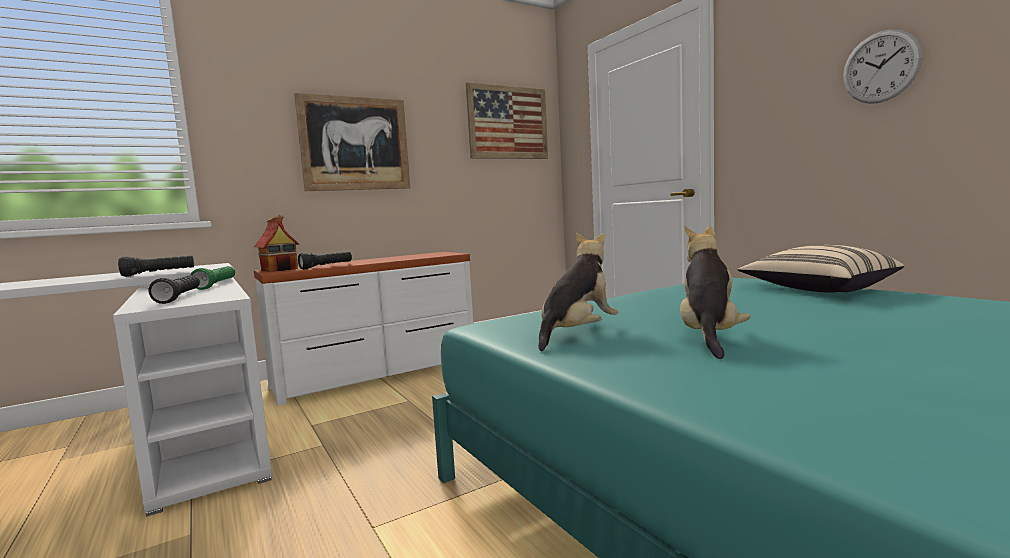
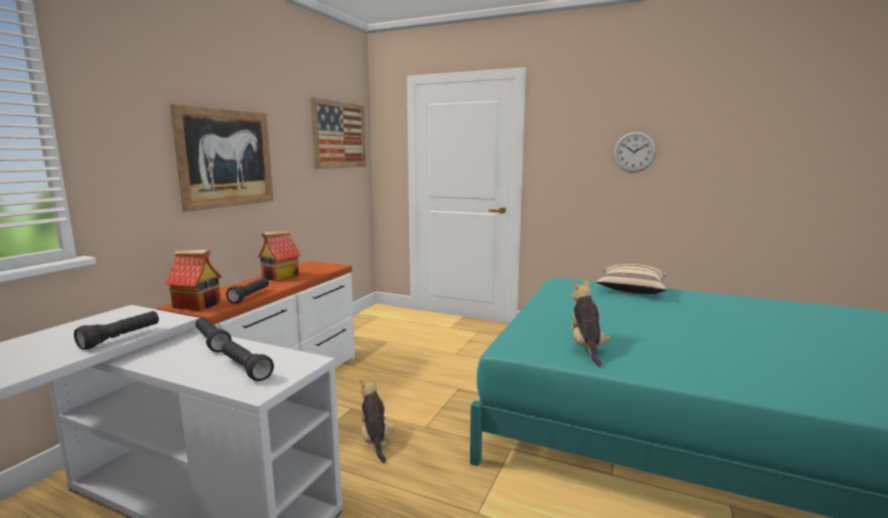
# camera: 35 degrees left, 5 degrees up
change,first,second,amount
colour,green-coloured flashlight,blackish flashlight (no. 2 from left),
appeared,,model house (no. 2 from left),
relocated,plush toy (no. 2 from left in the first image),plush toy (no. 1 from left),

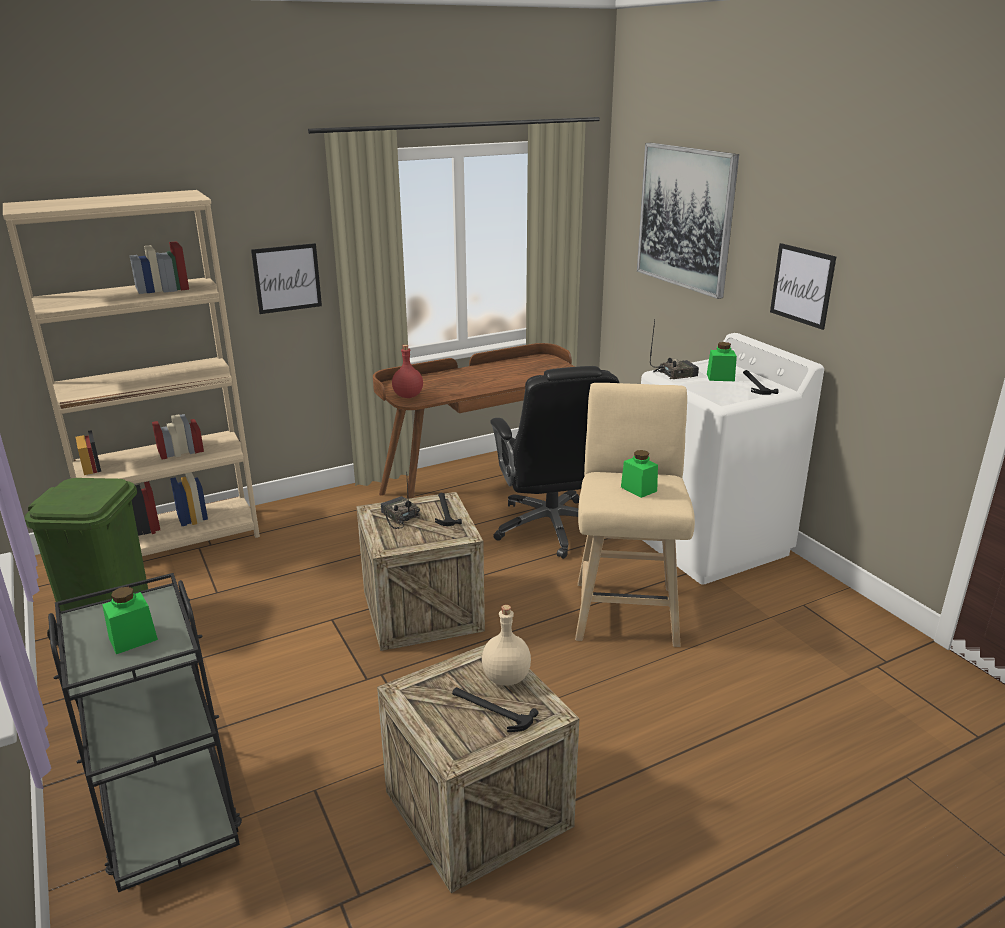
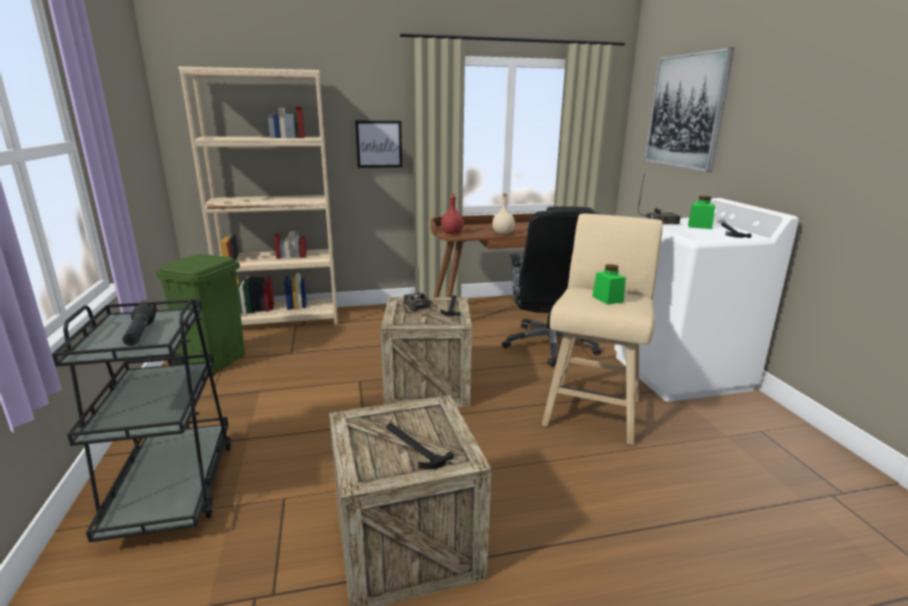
# camera: 15 degrees right, 5 degrees down
change,first,second,amount
exchanged,green-coloured storage jar (no. 1 from left),blackish flashlight,
relocated,beige-coloured beverage bottle,,
missing,wall picture (no. 3 from left),,

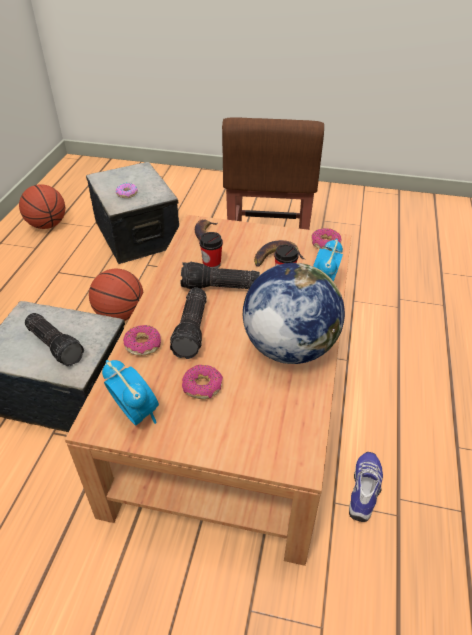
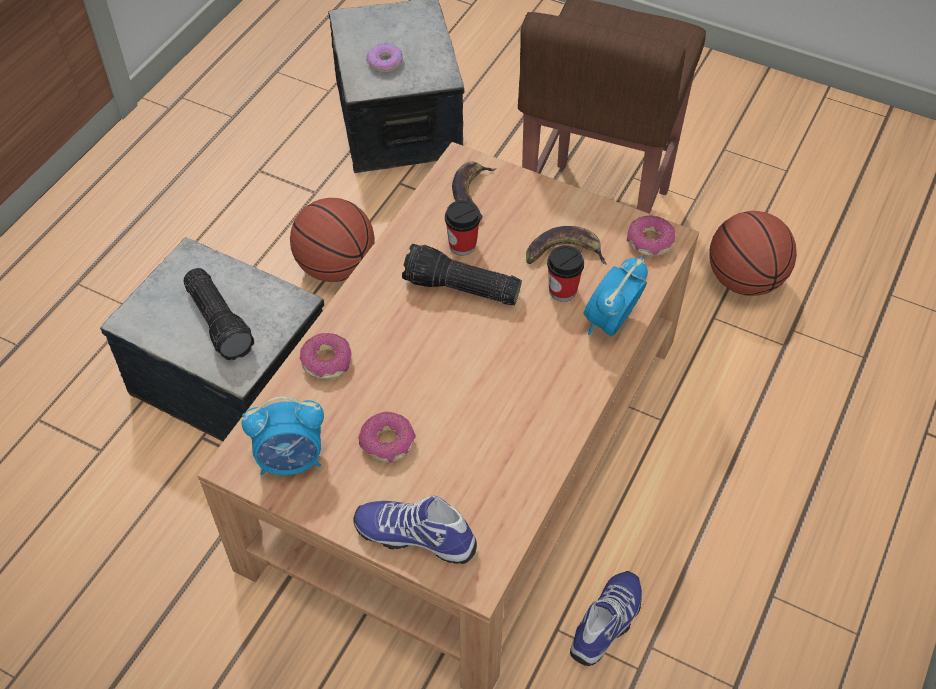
# camera: 15 degrees right, 10 degrees up
change,first,second,amount
spun,bedside clock (no. 1 from left),,105 degrees clockwise
appeared,,item of footwear (no. 1 from left),
relocated,basketball ball (no. 1 from left in the first image),basketball ball (no. 2 from left),
missing,flashlight (no. 2 from left),,
missing,globe,,

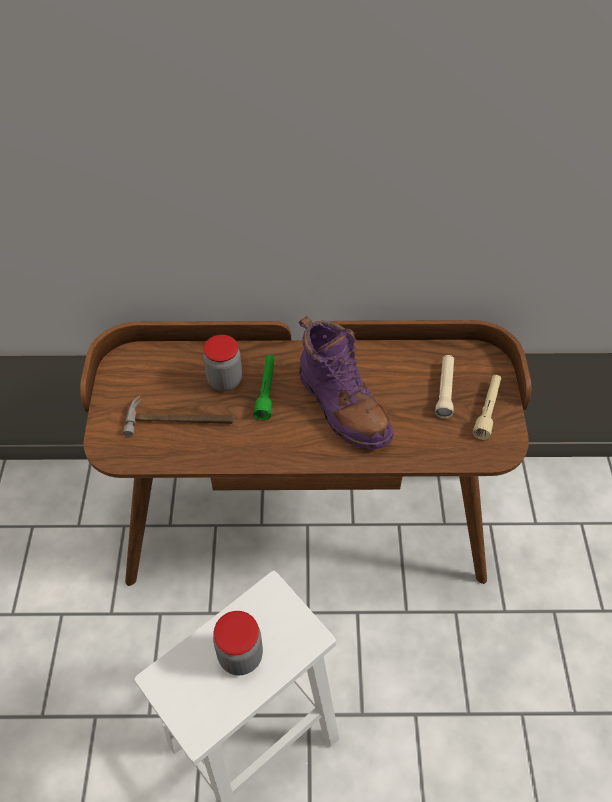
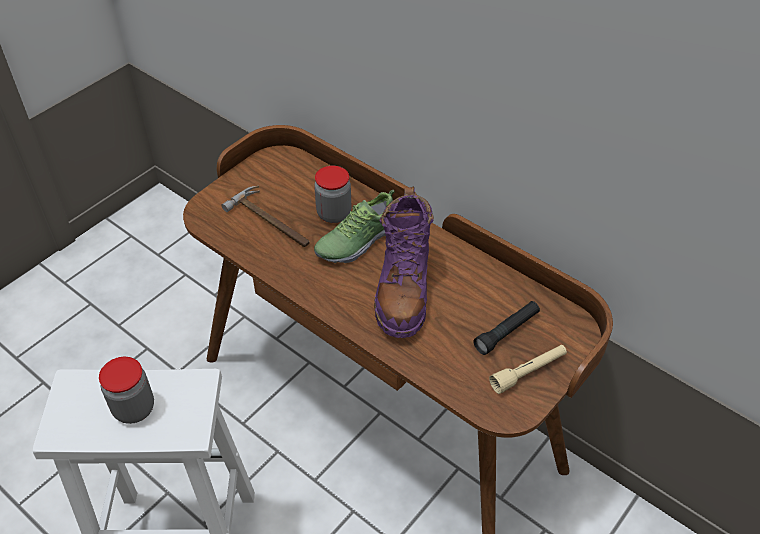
# camera: 40 degrees right, 5 degrees down
change,first,second,amount
exchanged,green-coloured flashlight,item of footwear,
colour,beige-coloured flashlight (no. 1 from left),blackish flashlight,

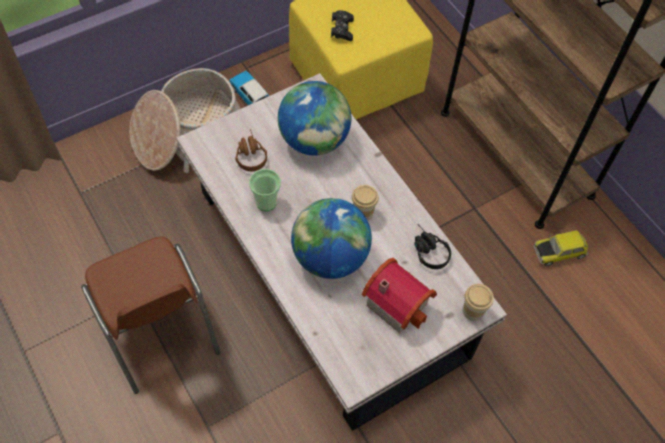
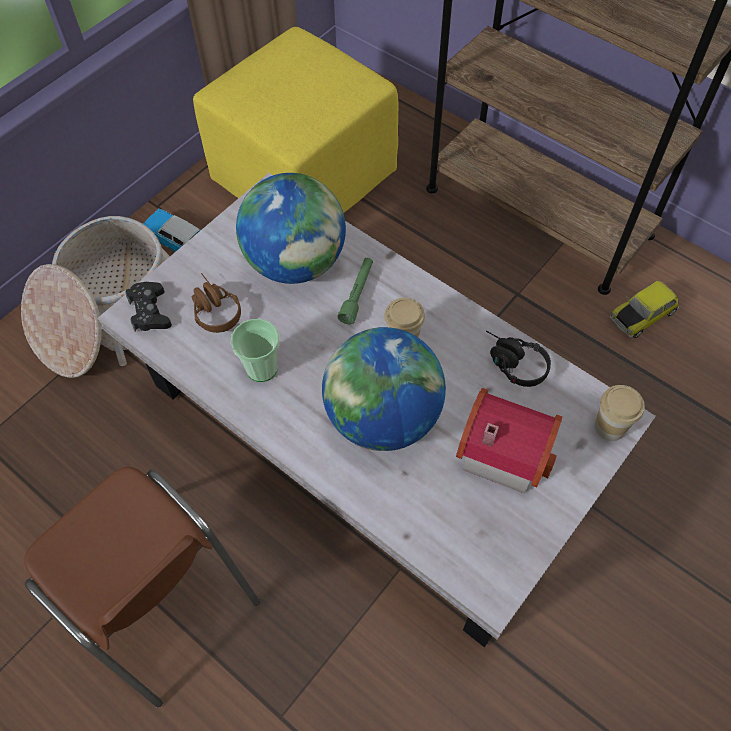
# camera: 15 degrees left, 0 degrees up
change,first,second,amount
relocated,blackish joypad,,
appeared,,green-coloured flashlight,

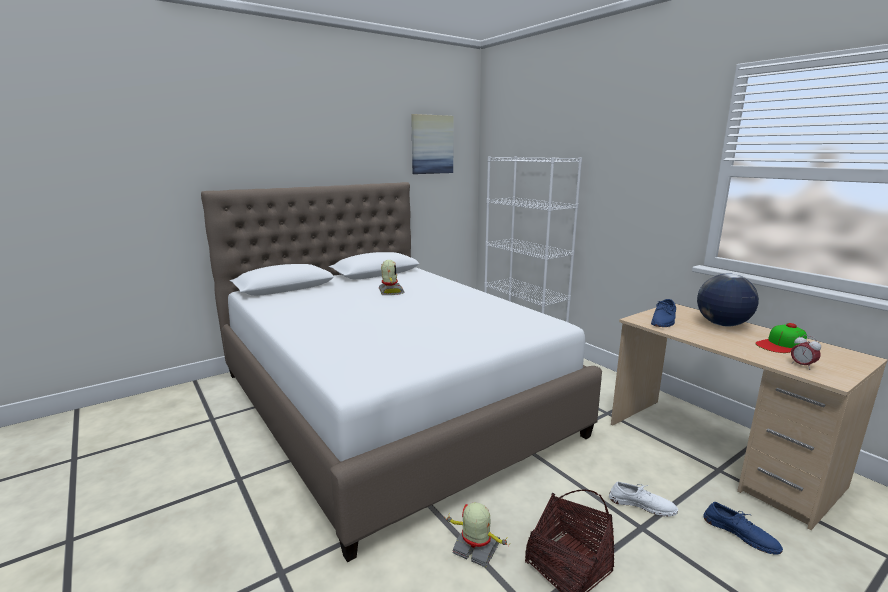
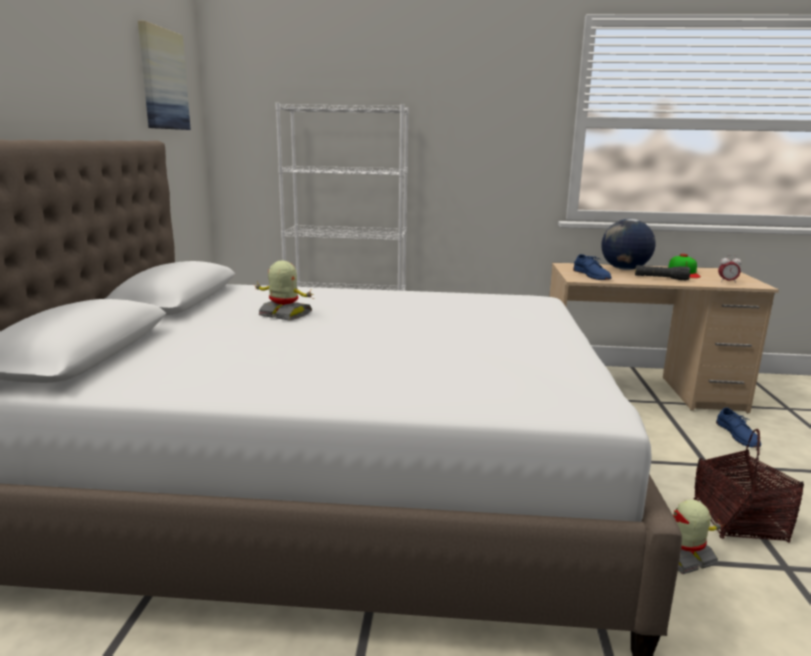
# camera: 50 degrees left, 0 degrees up
change,first,second,amount
appeared,,blackish flashlight,
spun,bluish item of footwear (no. 2 from left),,90 degrees clockwise
missing,whitish item of footwear,,

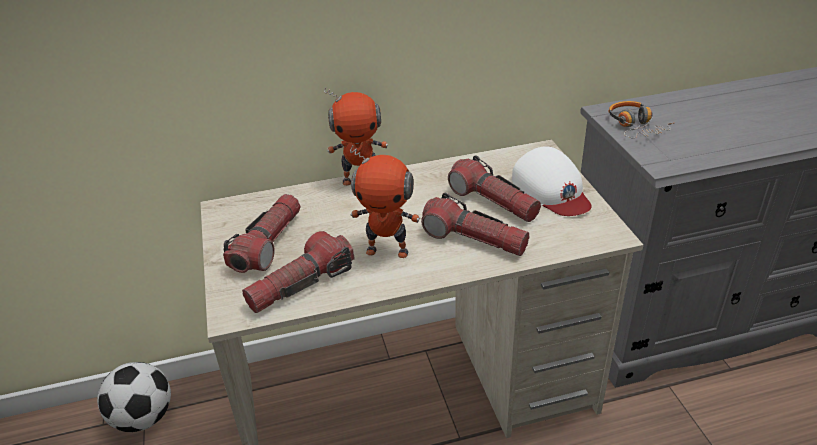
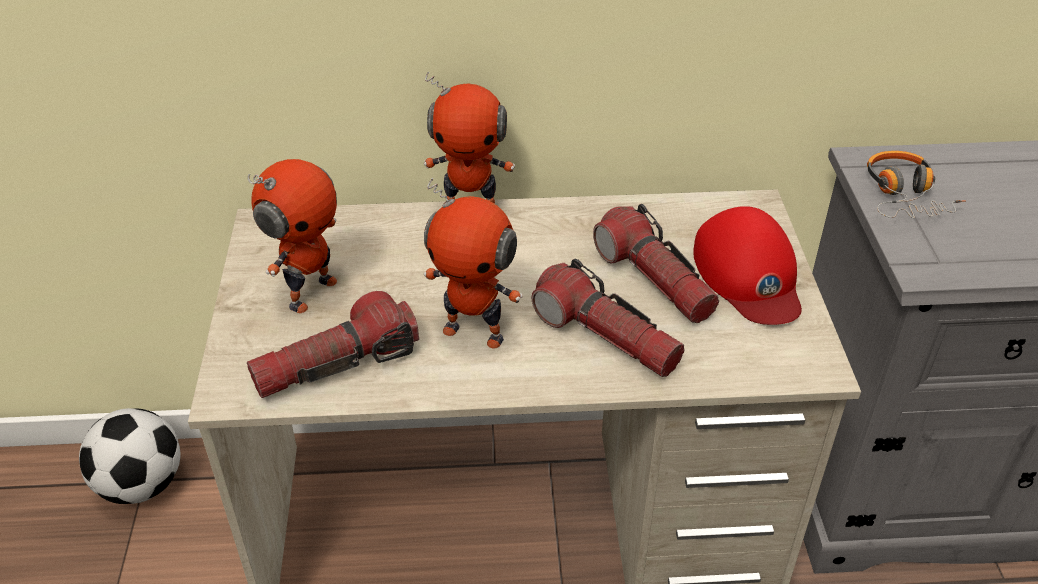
# camera: 10 degrees right, 5 degrees up
change,first,second,amount
exchanged,flashlight (no. 1 from left),robot figure (no. 1 from left),
colour,whitish peaked cap,red peaked cap,

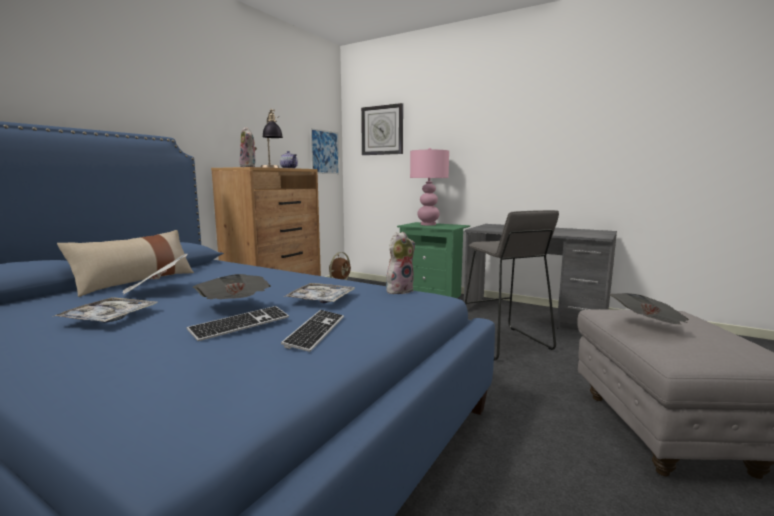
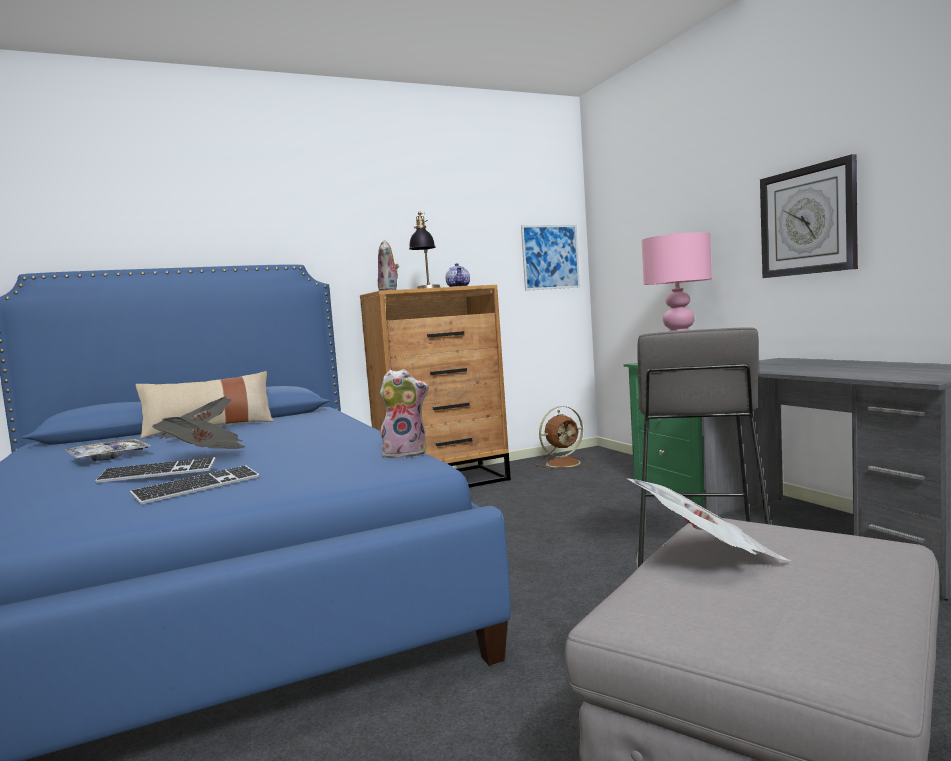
# camera: 35 degrees right, 5 degrees down
change,first,second,amount
relocated,clock on the wall,,
missing,tray (no. 2 from left),,

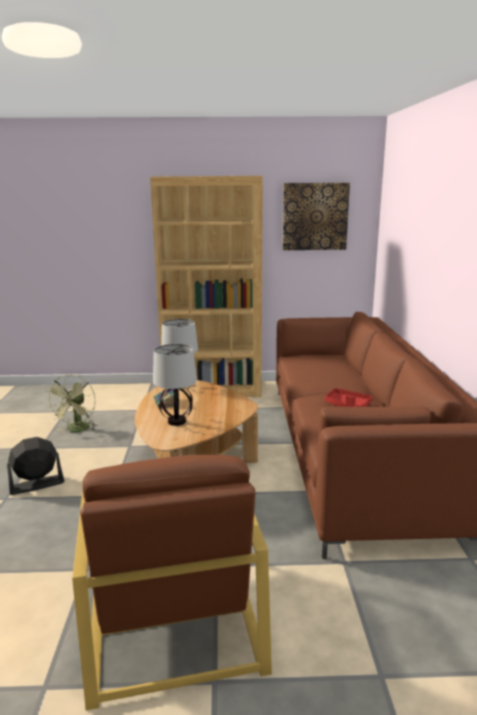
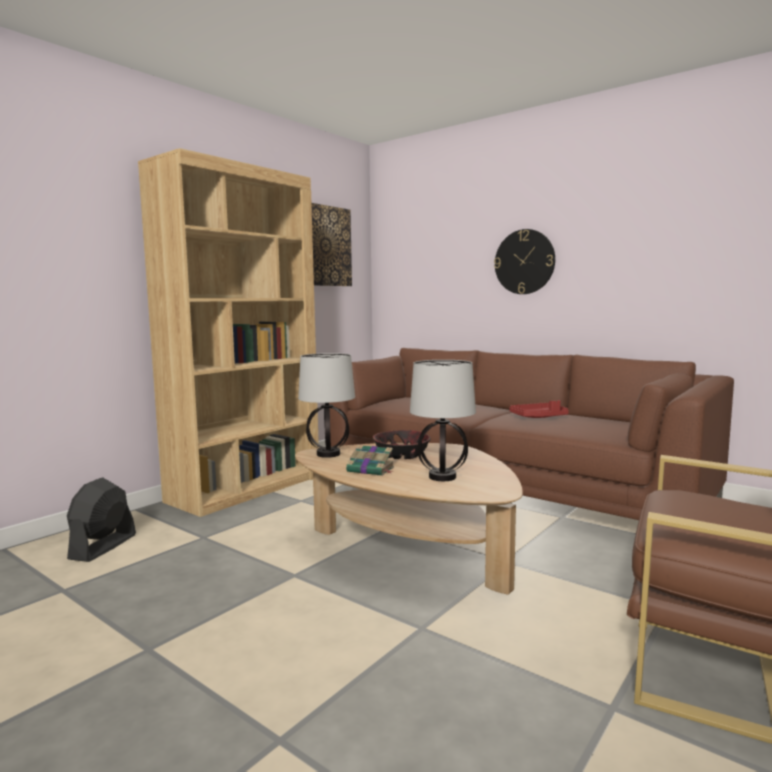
# camera: 50 degrees left, 10 degrees down
change,first,second,amount
relocated,blackish electric fan,,
appeared,,bowl,
appeared,,clock on the wall,
missing,green-coloured electric fan,,

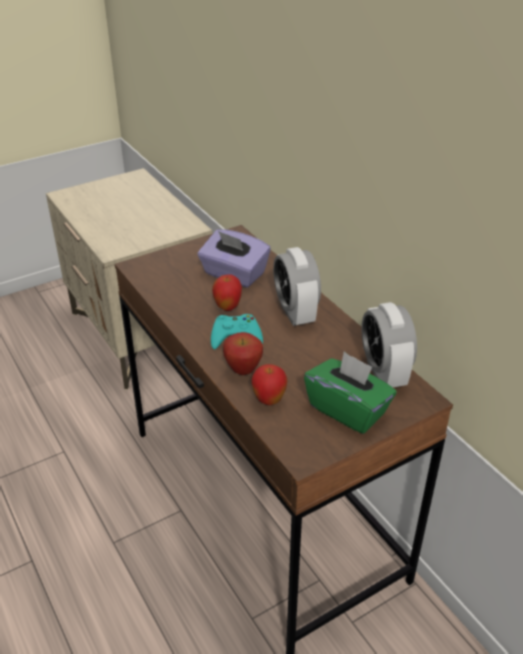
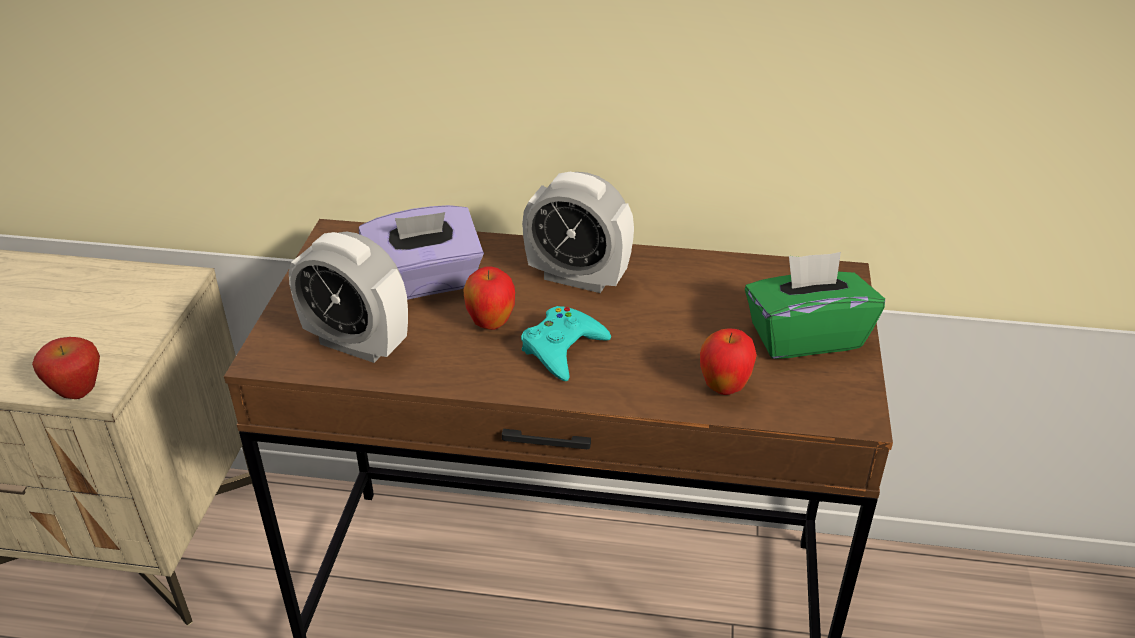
# camera: 50 degrees left, 0 degrees up
change,first,second,amount
relocated,apple (no. 2 from left in the first image),apple (no. 1 from left),
relocated,bedside clock (no. 2 from left in the first image),bedside clock (no. 1 from left),

